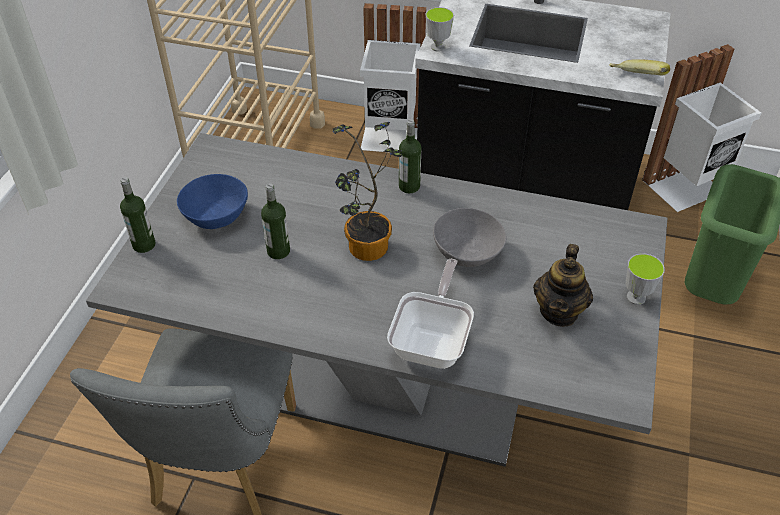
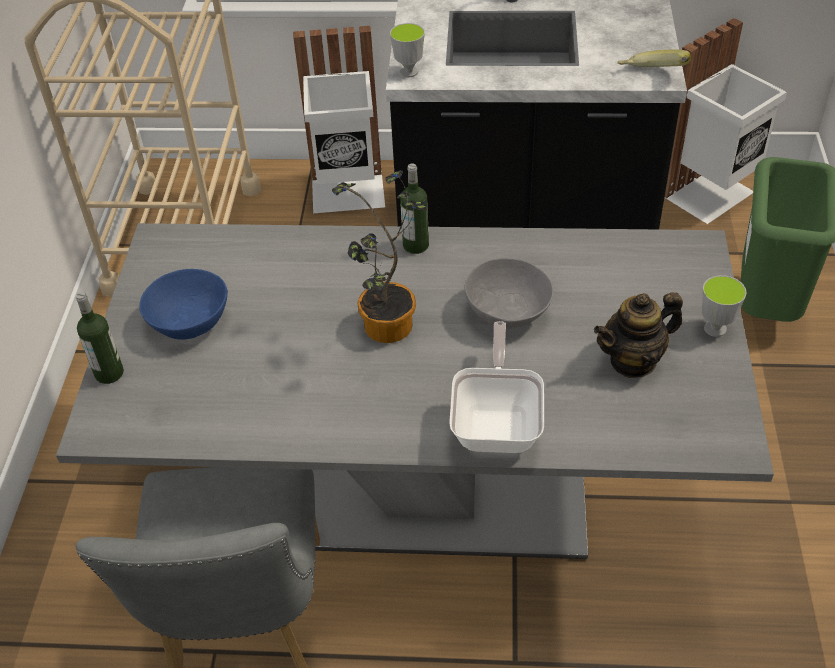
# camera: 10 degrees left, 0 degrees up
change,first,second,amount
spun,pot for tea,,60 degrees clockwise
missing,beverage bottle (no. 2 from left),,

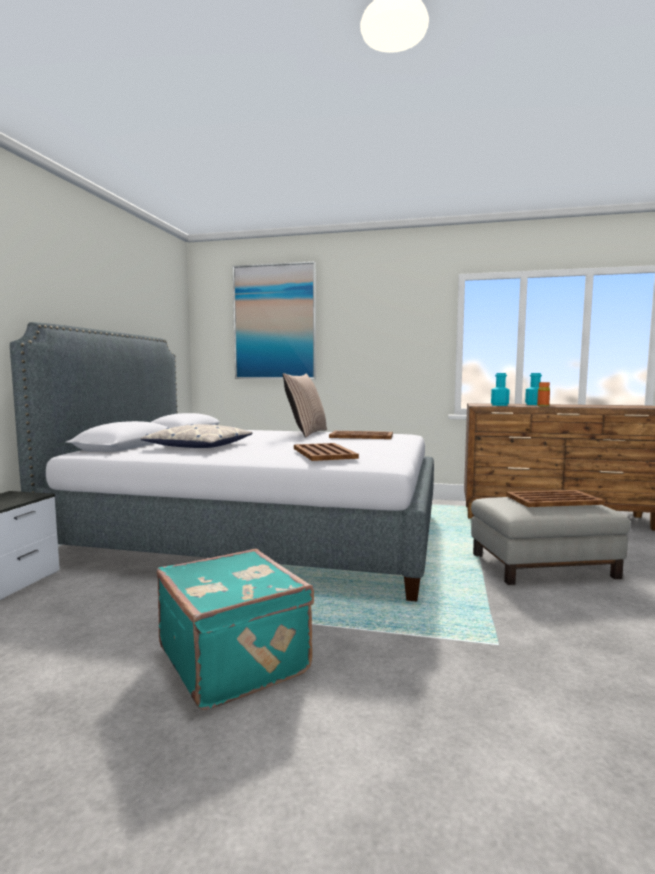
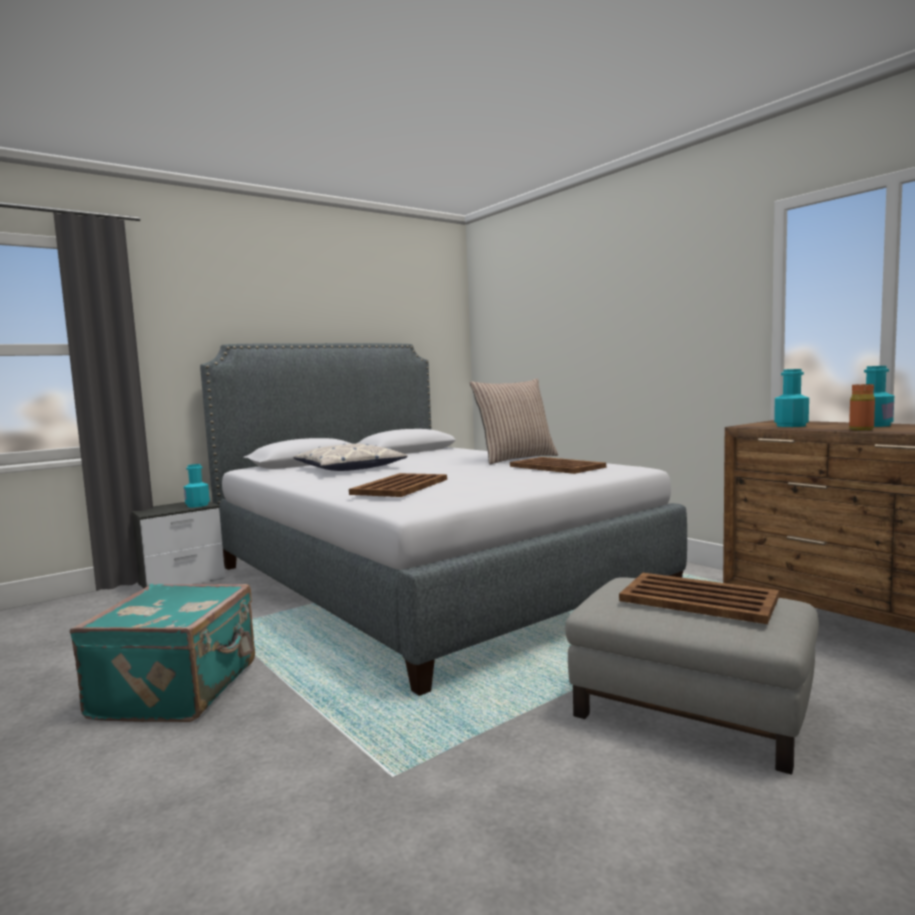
# camera: 40 degrees right, 0 degrees up
change,first,second,amount
appeared,,turquoise beverage bottle (no. 1 from left),
missing,wall picture,,

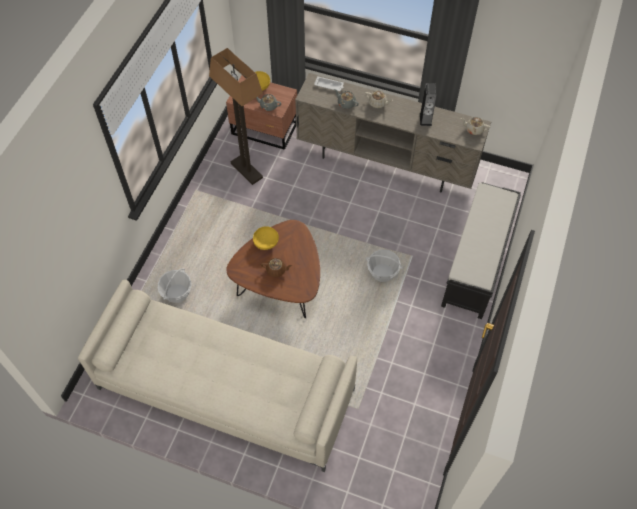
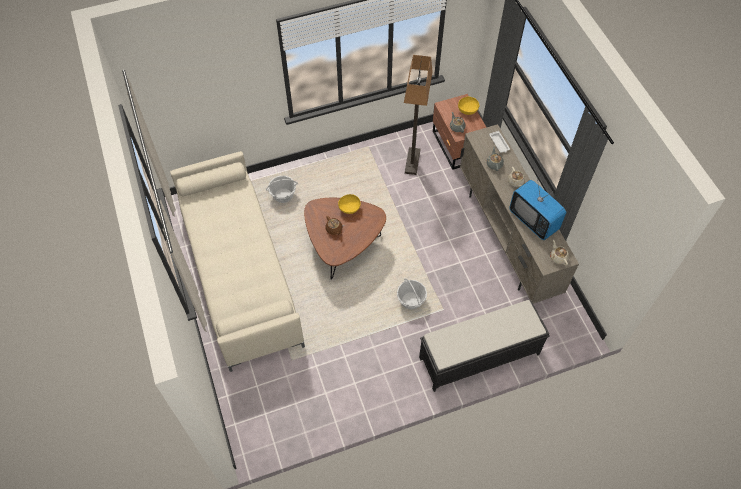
# camera: 50 degrees right, 0 degrees up
change,first,second,amount
exchanged,speaker,TV,

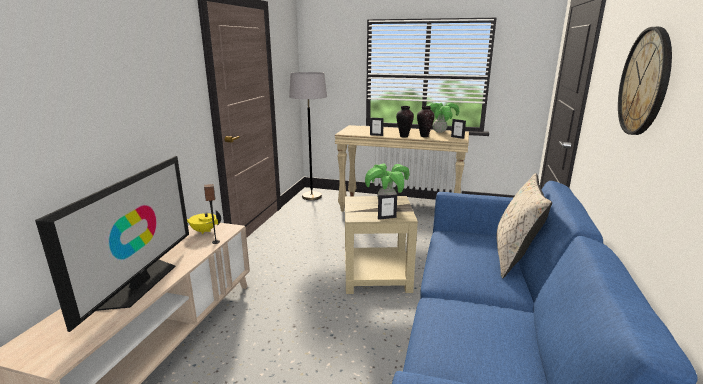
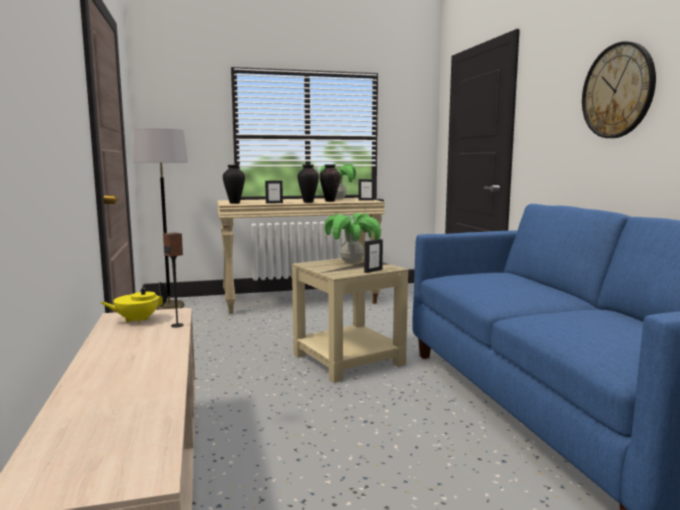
# camera: 30 degrees left, 10 degrees down
change,first,second,amount
appeared,,vase (no. 1 from left),
missing,TV,,
missing,beige-coloured cushion,,

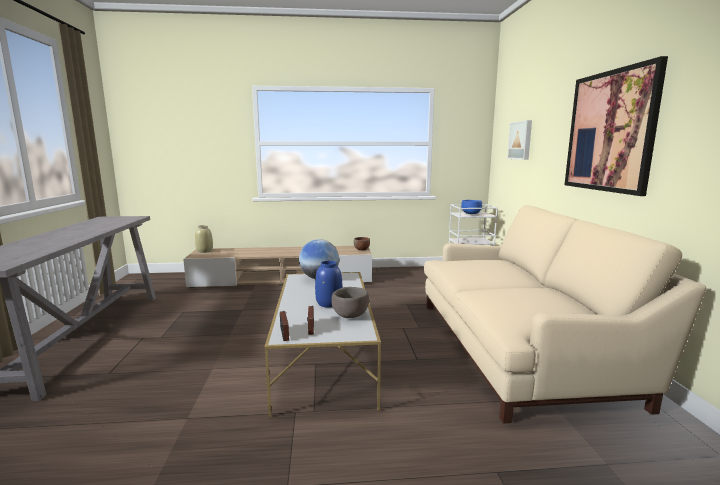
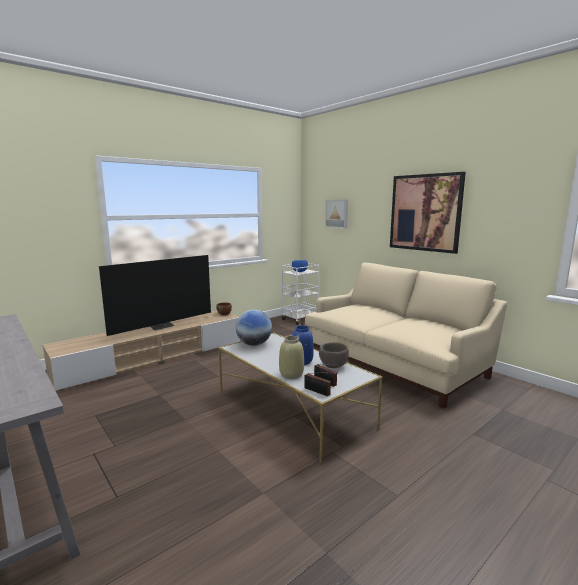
# camera: 35 degrees left, 0 degrees up
change,first,second,amount
appeared,,TV,
relocated,beige-coloured vase,,

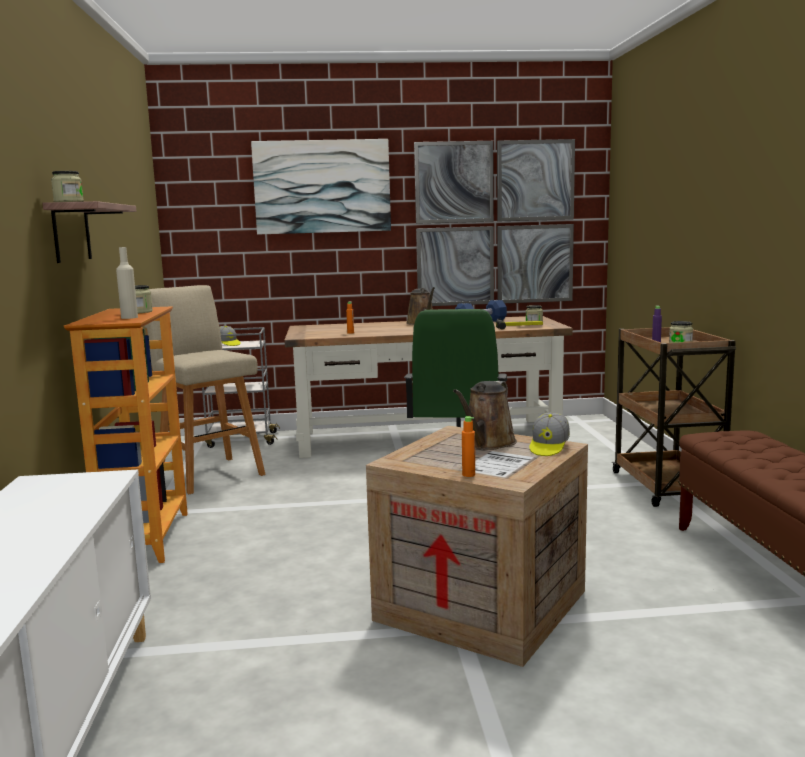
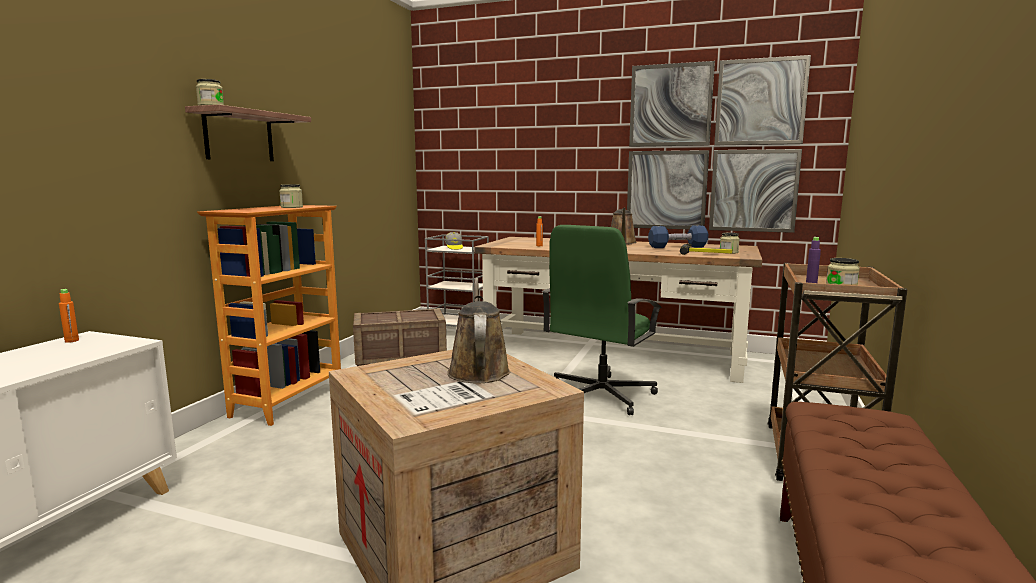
# camera: 25 degrees right, 0 degrees up
change,first,second,amount
relocated,orange-coloured beverage bottle (no. 2 from left in the first image),orange-coloured beverage bottle (no. 1 from left),
exchanged,beige-coloured stool seat,packing crate (no. 1 from left),
spun,brown-coloured watering pot (no. 2 from left in the first image),brown-coloured watering pot (no. 1 from left),120 degrees clockwise
missing,beige-coloured beverage bottle,,
missing,wall picture (no. 1 from left),,
missing,peaked cap (no. 2 from left),,

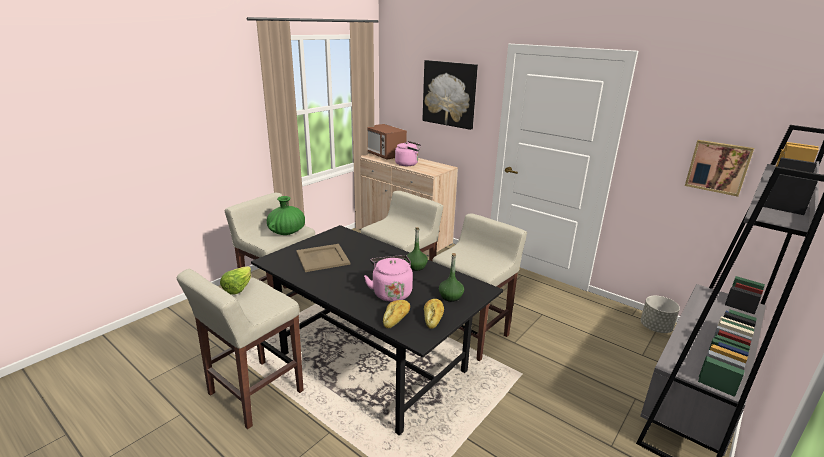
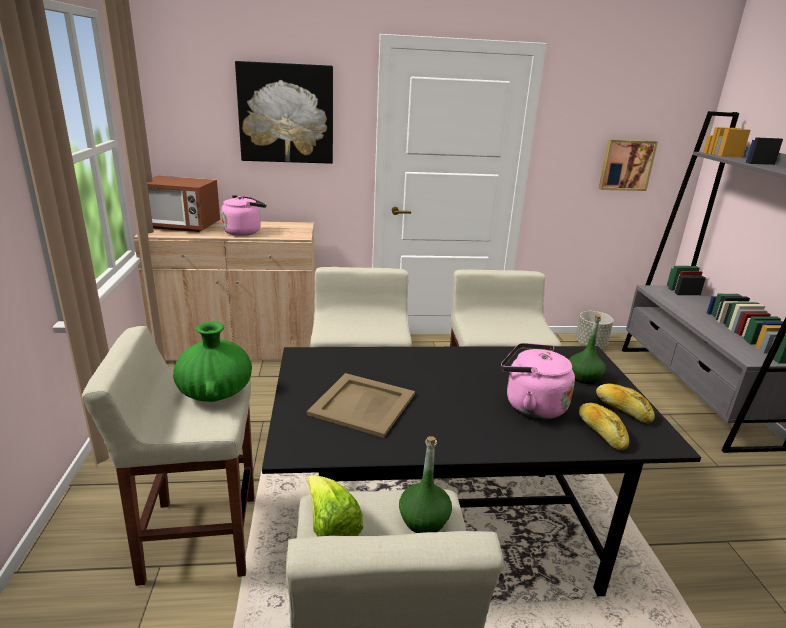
# camera: 45 degrees left, 0 degrees up
change,first,second,amount
relocated,green-coloured beverage bottle (no. 1 from left),,

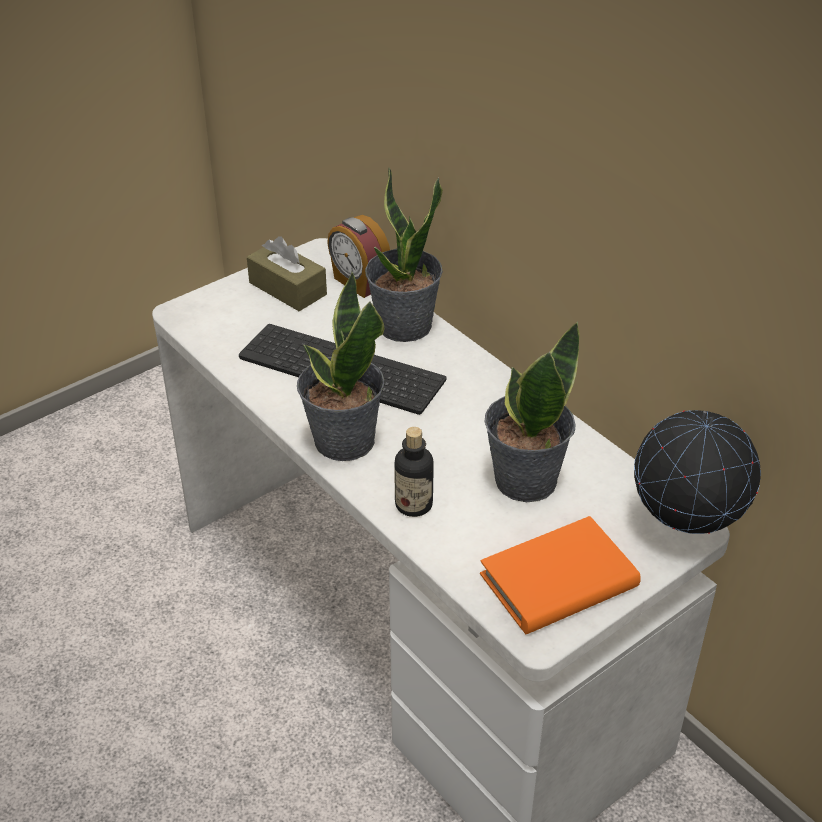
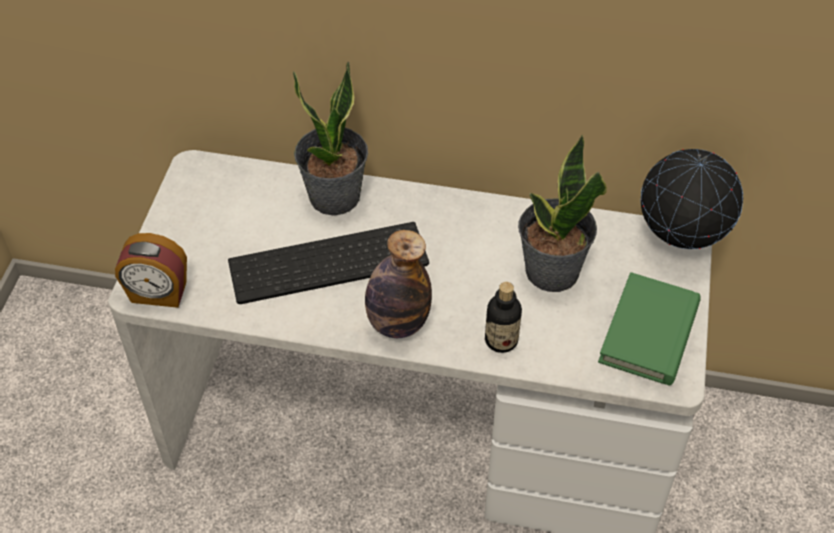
# camera: 40 degrees left, 10 degrees up
change,first,second,amount
relocated,bedside clock,,
exchanged,plant in a pot (no. 1 from left),beverage bottle (no. 1 from left),
colour,orange-coloured volume,green-coloured volume,
missing,brown-coloured tissue holder,,

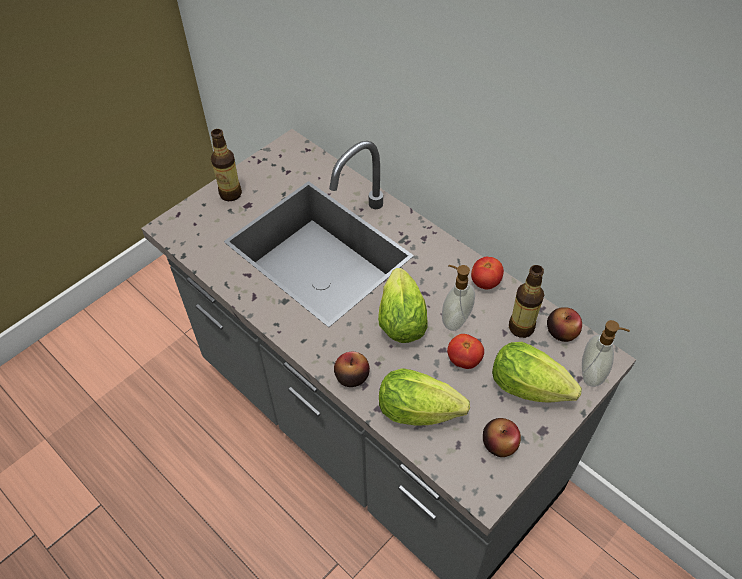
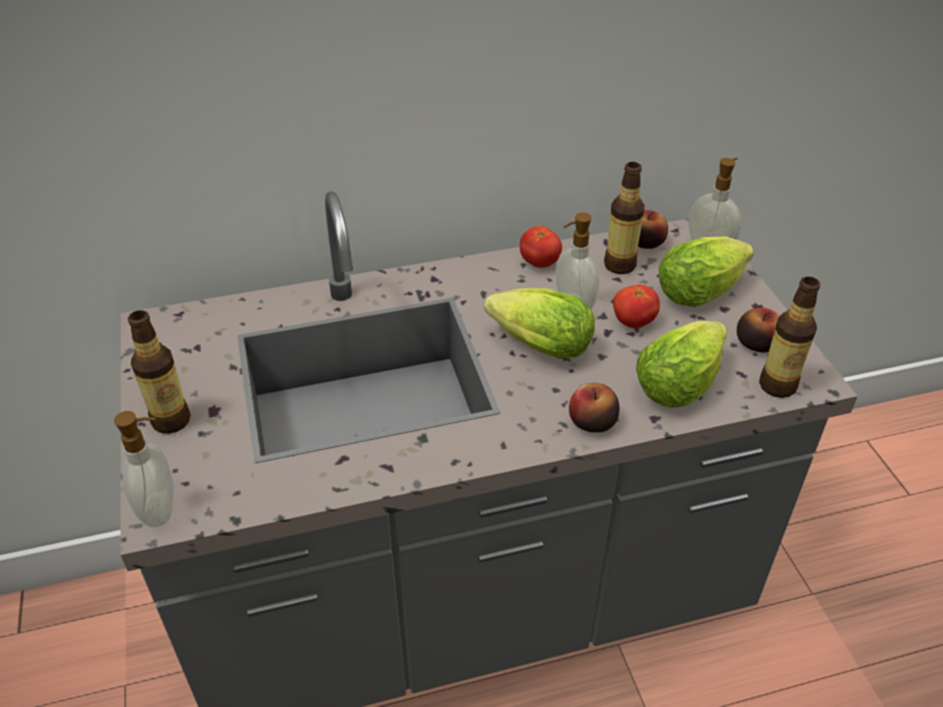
# camera: 60 degrees left, 10 degrees down
change,first,second,amount
appeared,,soap dispenser (no. 1 from left),
appeared,,beverage bottle (no. 3 from left),

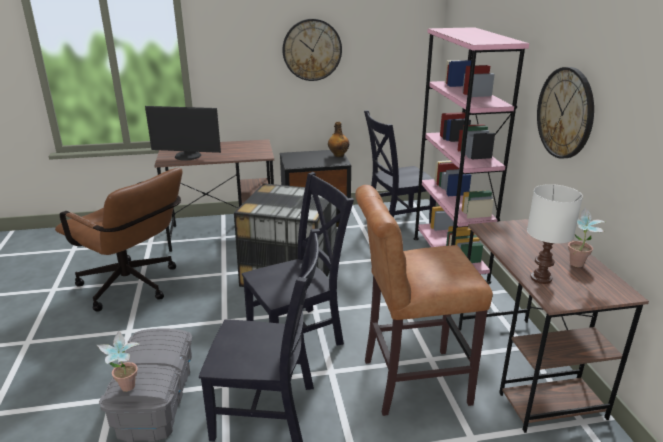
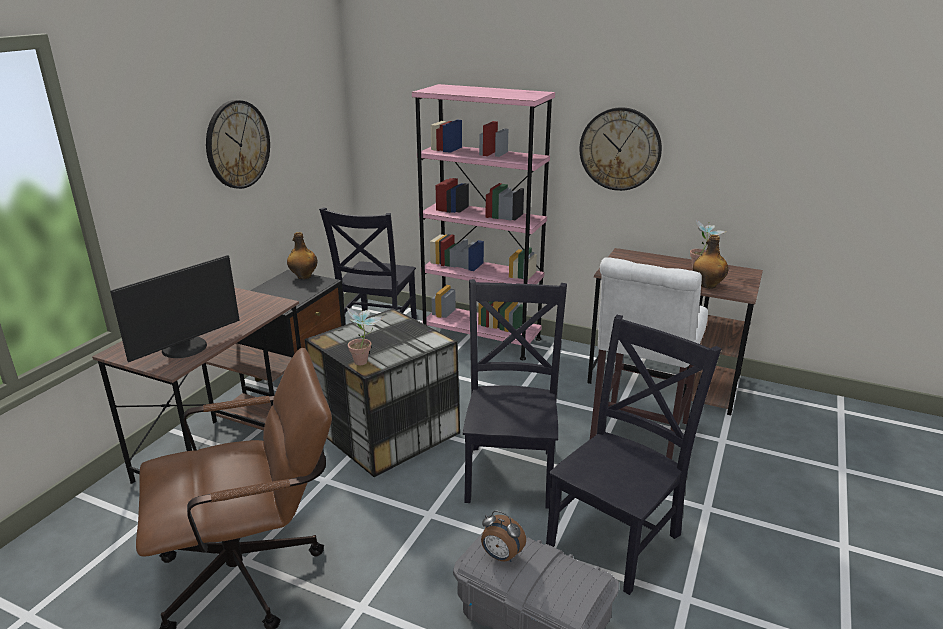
# camera: 55 degrees left, 0 degrees up
change,first,second,amount
relocated,plant in a pot (no. 1 from left),,
appeared,,bedside clock,
colour,brown-coloured stool seat,whitish stool seat,
exchanged,whitish tabletop lamp,beverage bottle (no. 2 from left),

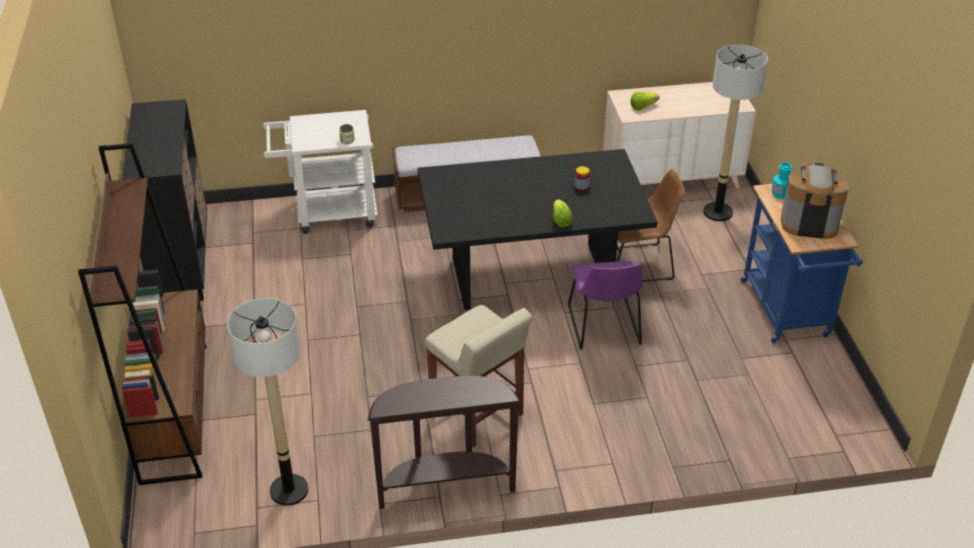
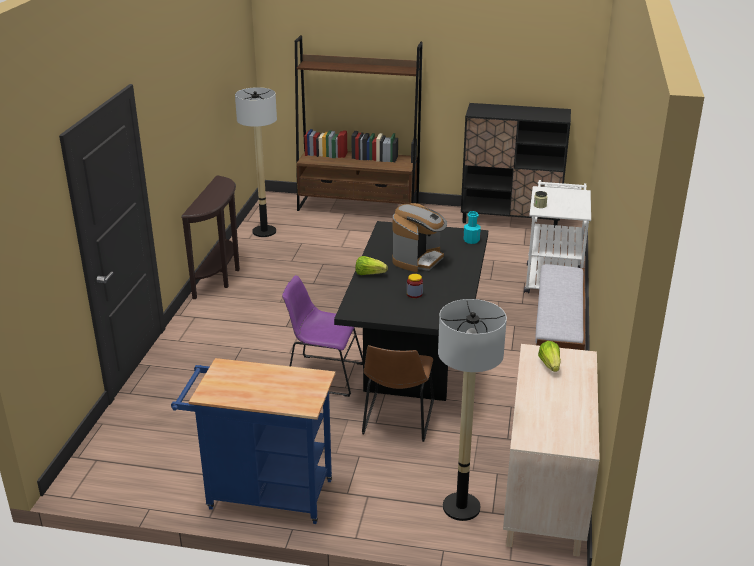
# camera: 110 degrees right, 10 degrees down
change,first,second,amount
relocated,coffee maker,,
relocated,turquoise beverage bottle,,
missing,beige-coloured stool seat,,

